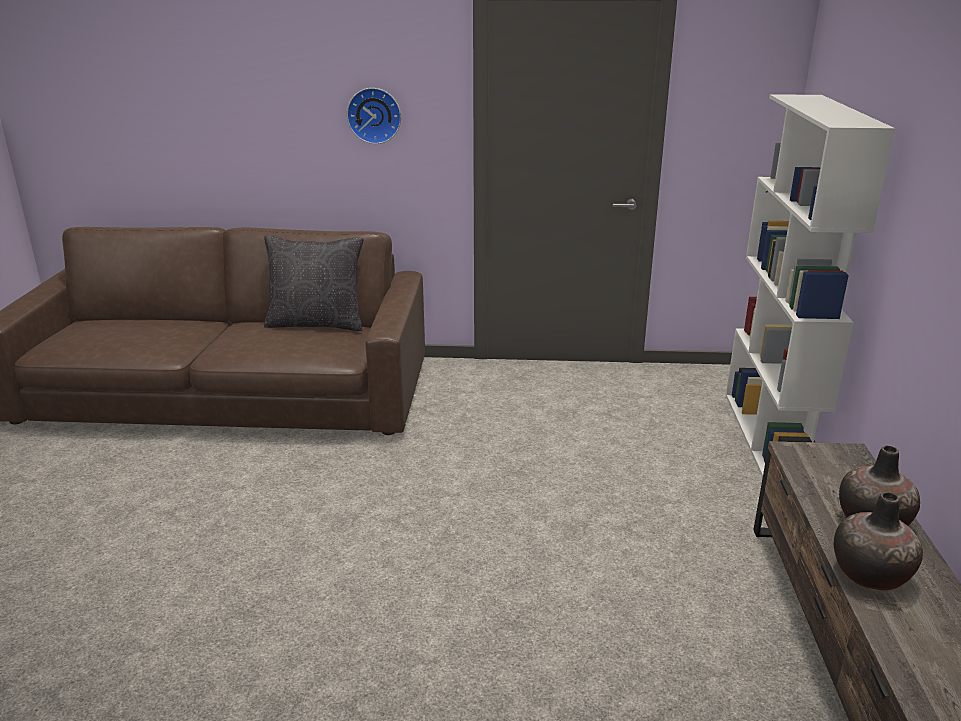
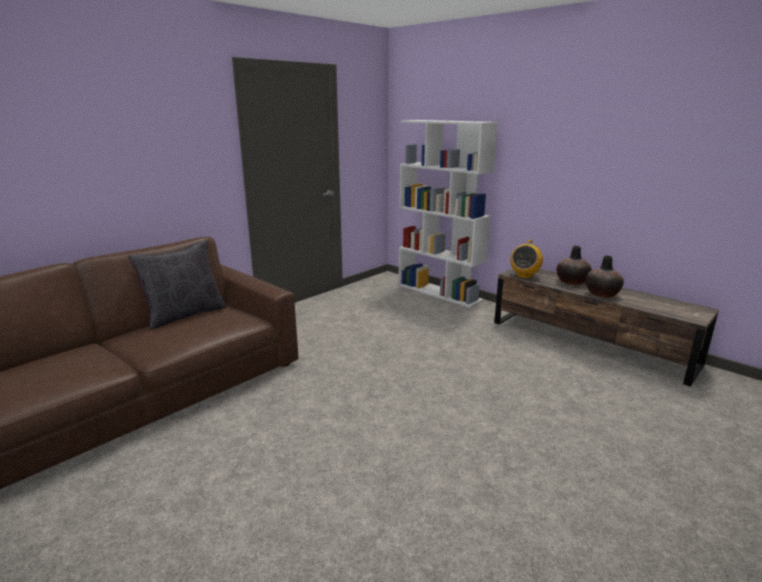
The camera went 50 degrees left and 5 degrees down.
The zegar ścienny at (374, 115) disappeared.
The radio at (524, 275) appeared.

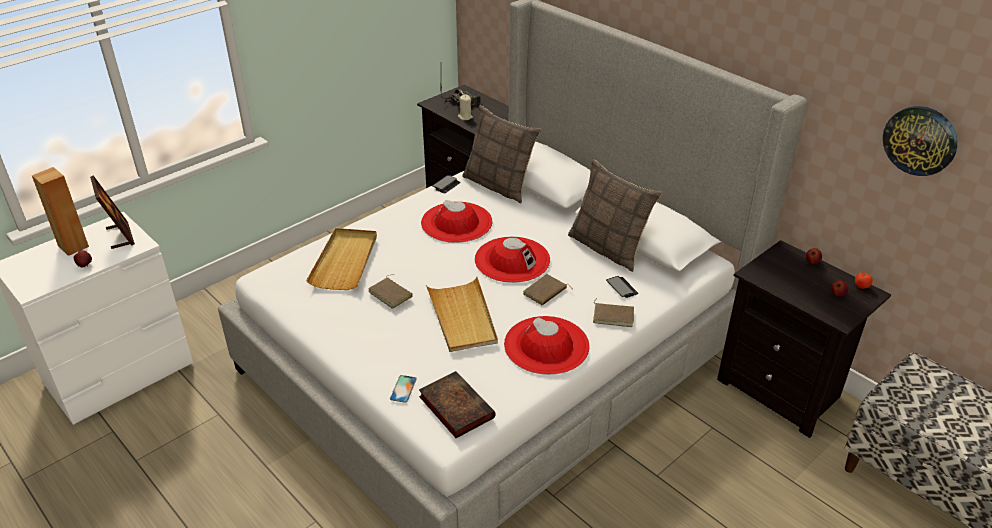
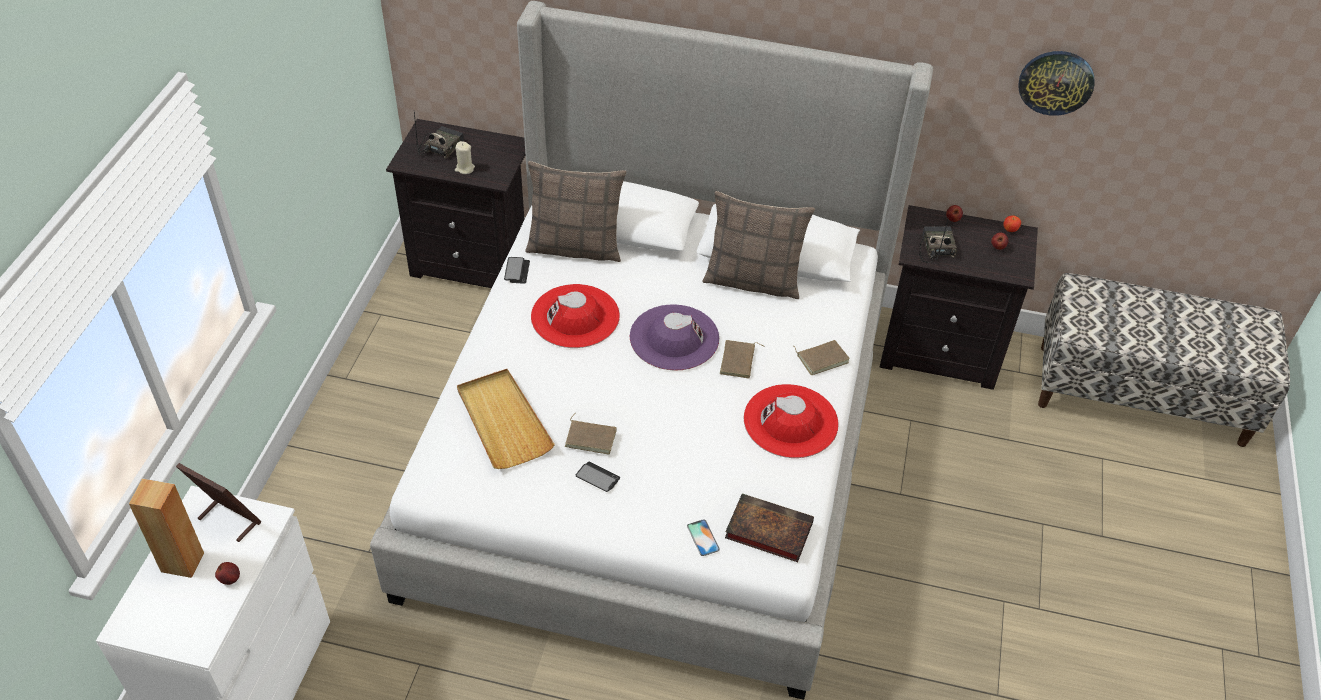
The camera went 35 degrees left and 10 degrees up.
The taca [beżowy] at (462, 317) disappeared.
The kapelusz [czerwony] at (512, 260) became the kapelusz [fioletowy] at (674, 337).
The telefon moved from (621, 287) to (597, 477).
The radio at (935, 248) appeared.

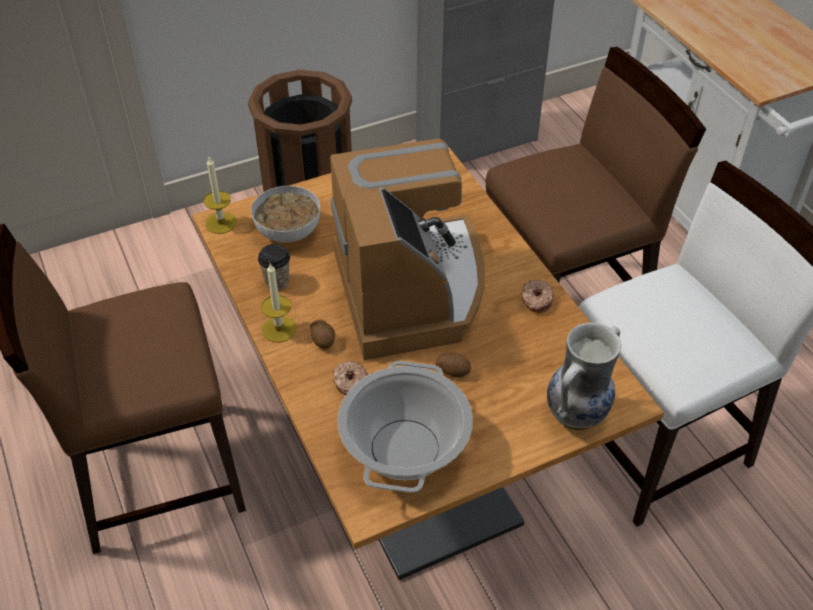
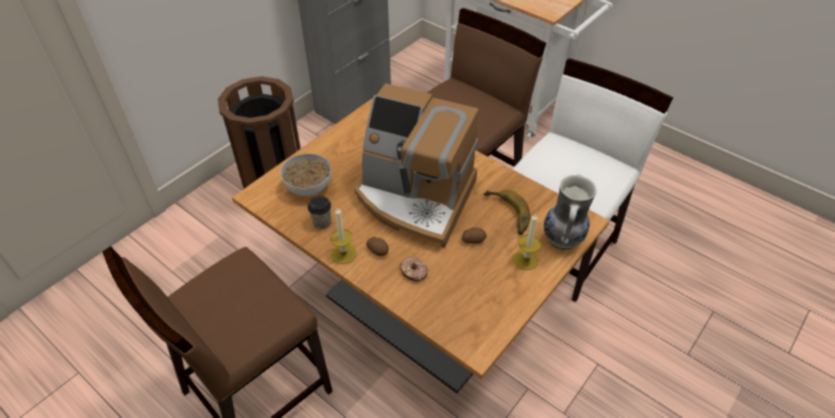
The camera went 25 degrees left and 0 degrees up.
The świeca moved from (221, 223) to (526, 259).
The ekspres do kawy at (412, 290) turned 150 degrees clockwise.
The garnek at (405, 449) disappeared.
The donut at (536, 300) disappeared.
The banan at (505, 214) appeared.

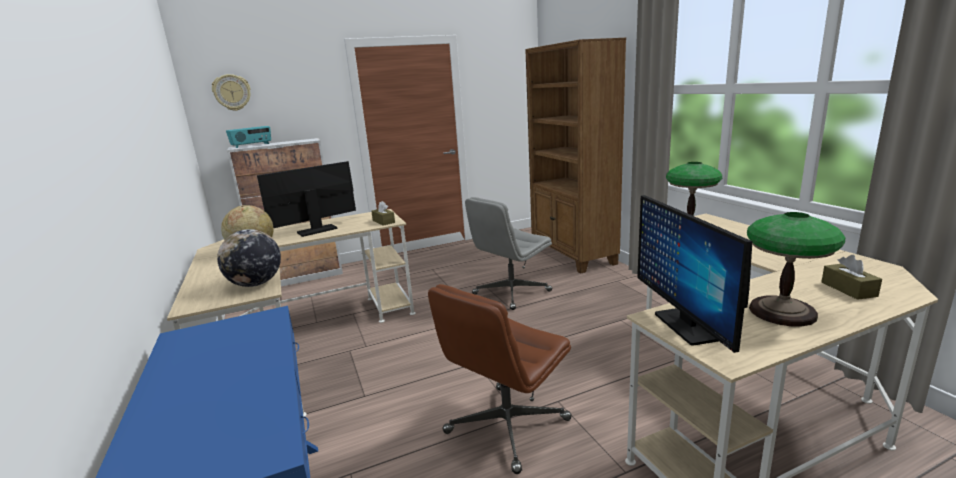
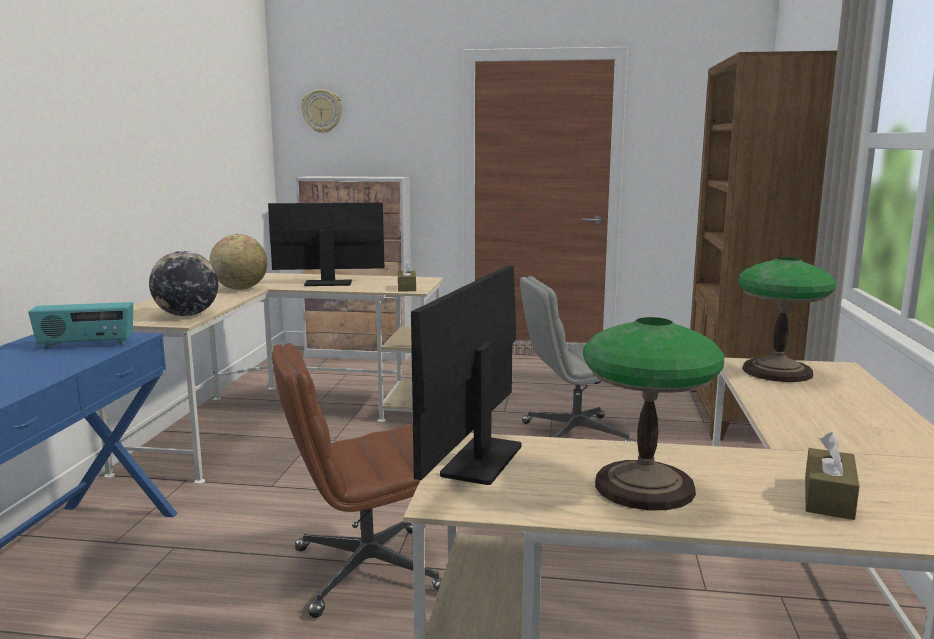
The camera went 30 degrees right and 5 degrees down.
The radio moved from (252, 145) to (86, 345).

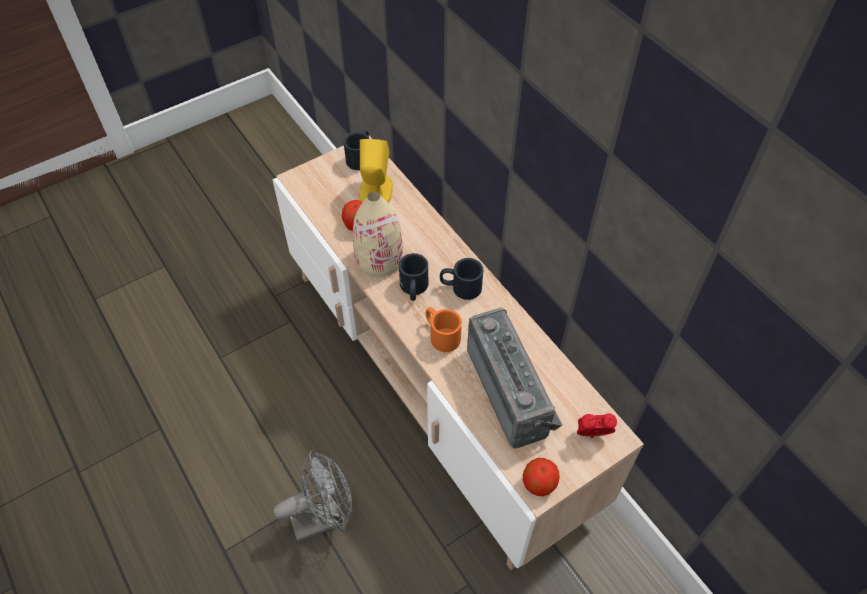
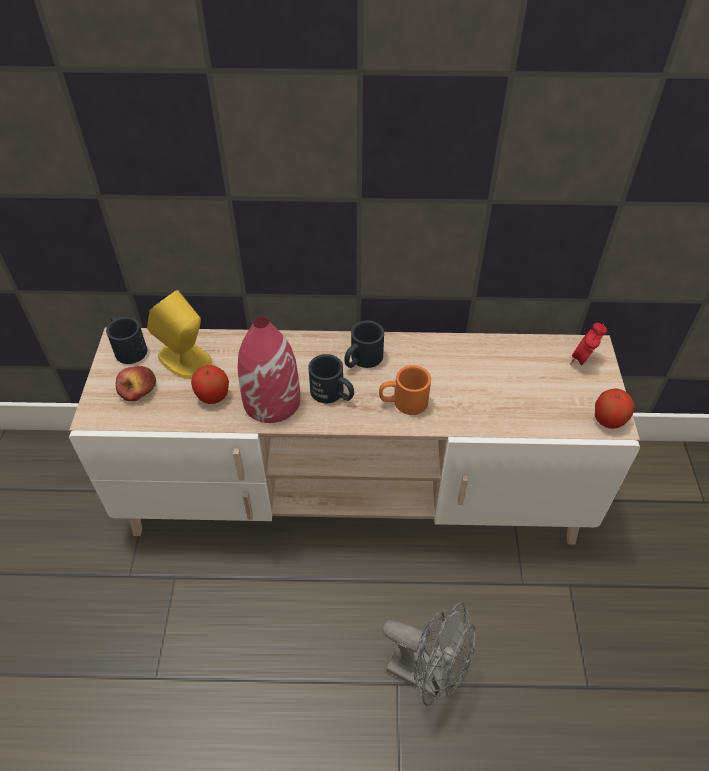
The camera went 55 degrees left and 5 degrees down.
The wentylator [szary] at (324, 517) turned 105 degrees clockwise.
The wazon [beżowy] at (379, 258) became the wazon [czerwony] at (271, 400).
The radio at (512, 390) disappeared.
The jabłko at (138, 389) appeared.

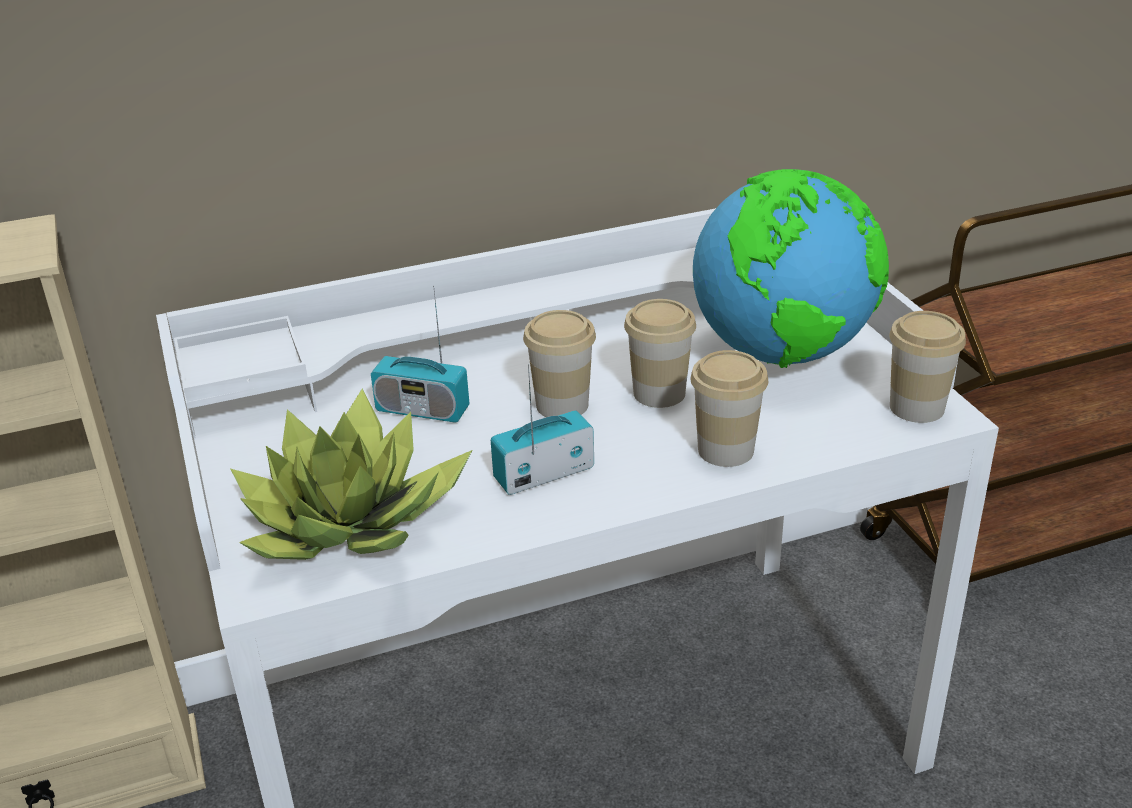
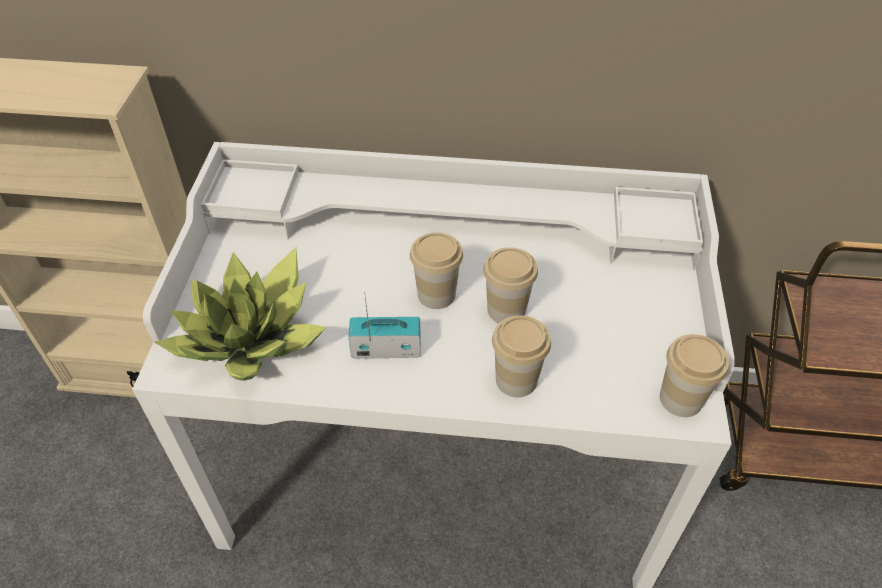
The camera went 25 degrees right and 15 degrees up.
The radio at (422, 410) disappeared.
The globus at (783, 354) disappeared.

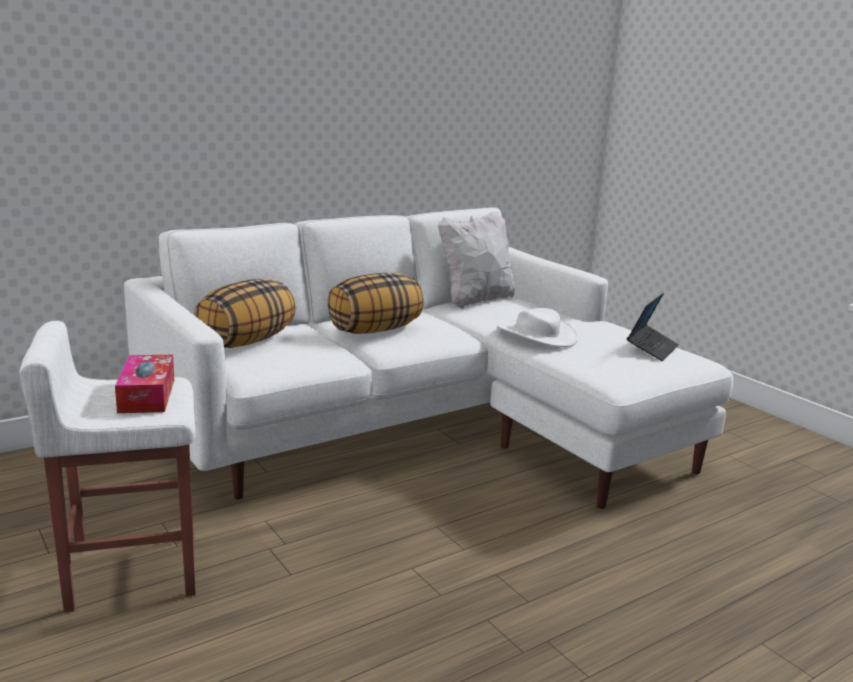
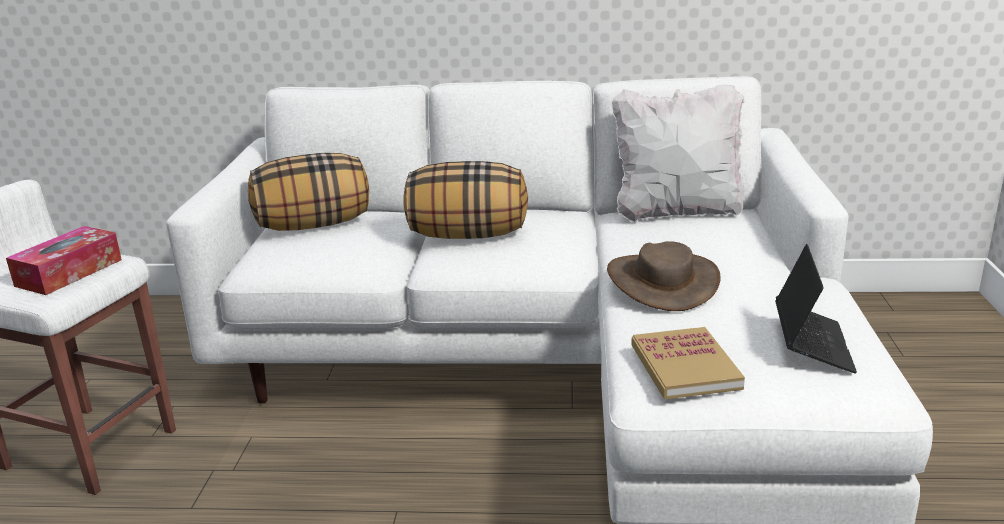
The camera went 40 degrees right and 5 degrees up.
The kapelusz [biały] at (536, 335) became the kapelusz [brązowy] at (662, 282).
The laptop at (652, 349) turned 60 degrees counterclockwise.
The książka at (684, 367) appeared.

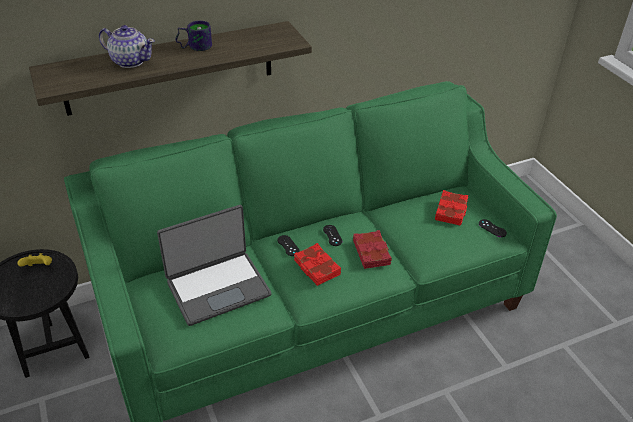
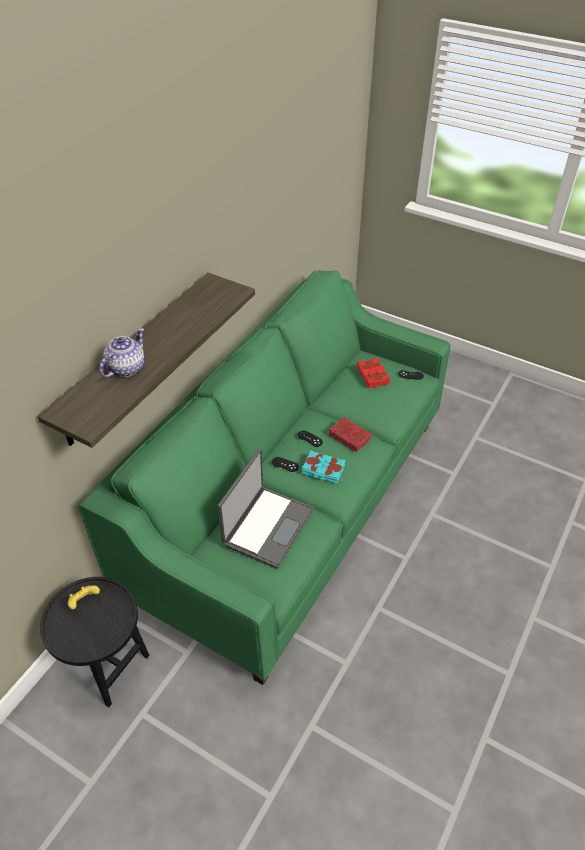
The camera went 35 degrees left and 5 degrees up.
The imbryk at (130, 61) turned 45 degrees counterclockwise.
The kubek at (194, 46) disappeared.
The książka [czerwony] at (316, 268) became the książka [turkusowy] at (323, 470).

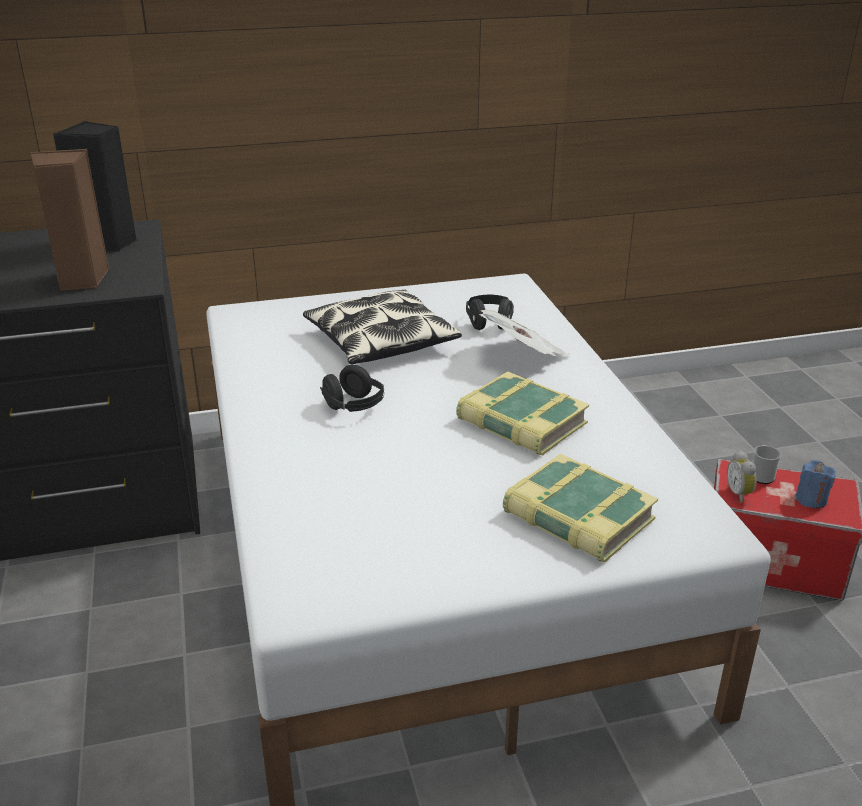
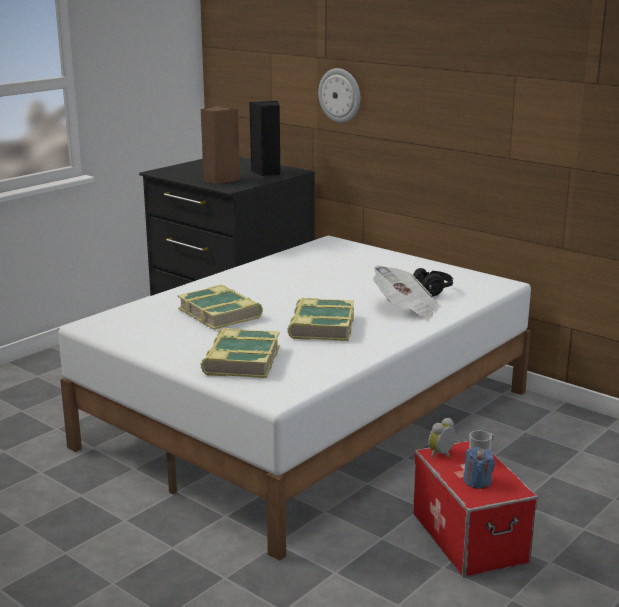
The camera went 55 degrees right and 10 degrees down.
The poduszka at (380, 341) disappeared.
The słuchawki [czarny] at (354, 407) disappeared.
The książka at (220, 313) appeared.
The zegar ścienny at (340, 95) appeared.

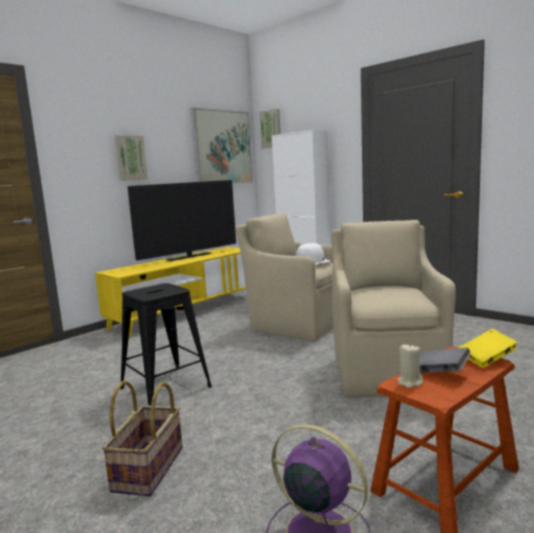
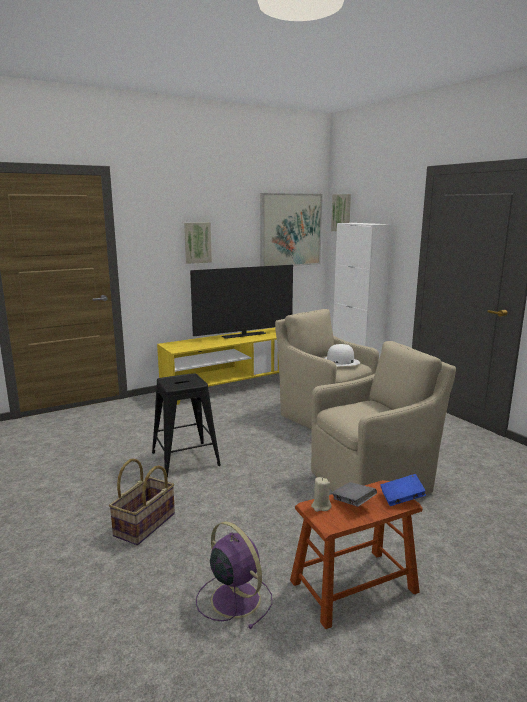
The camera went 15 degrees right and 5 degrees up.
The fotel [beżowy] at (387, 372) turned 45 degrees clockwise.
The książka [żółty] at (487, 359) became the książka [niebieski] at (401, 499).

